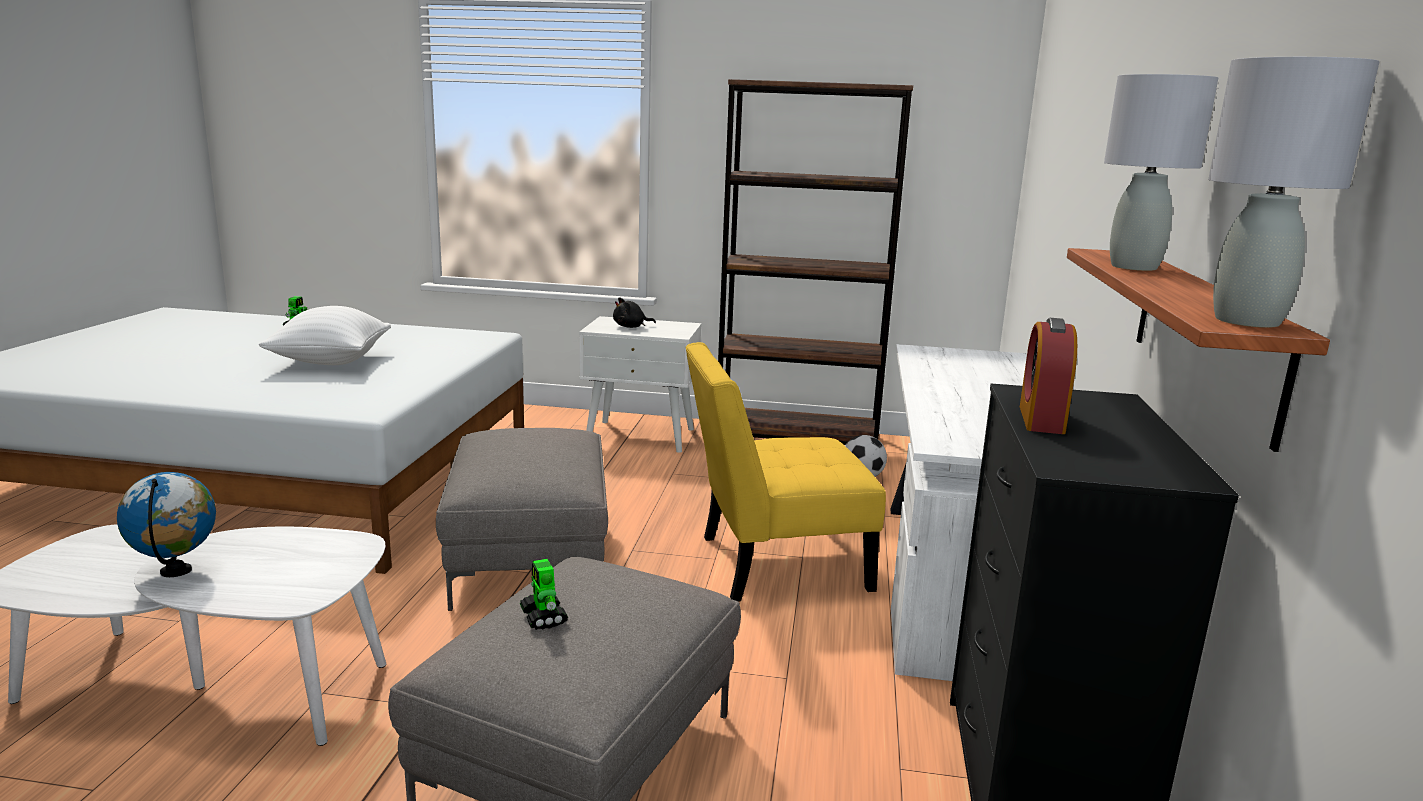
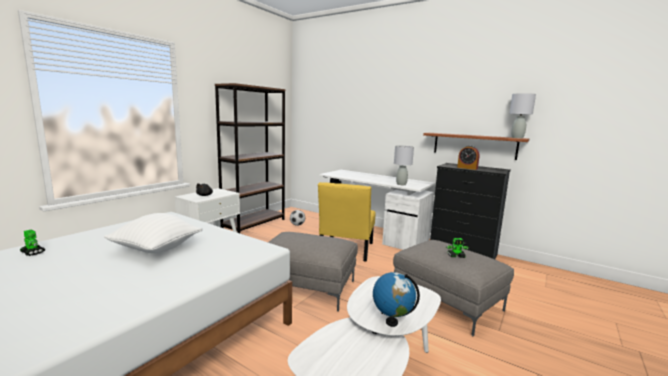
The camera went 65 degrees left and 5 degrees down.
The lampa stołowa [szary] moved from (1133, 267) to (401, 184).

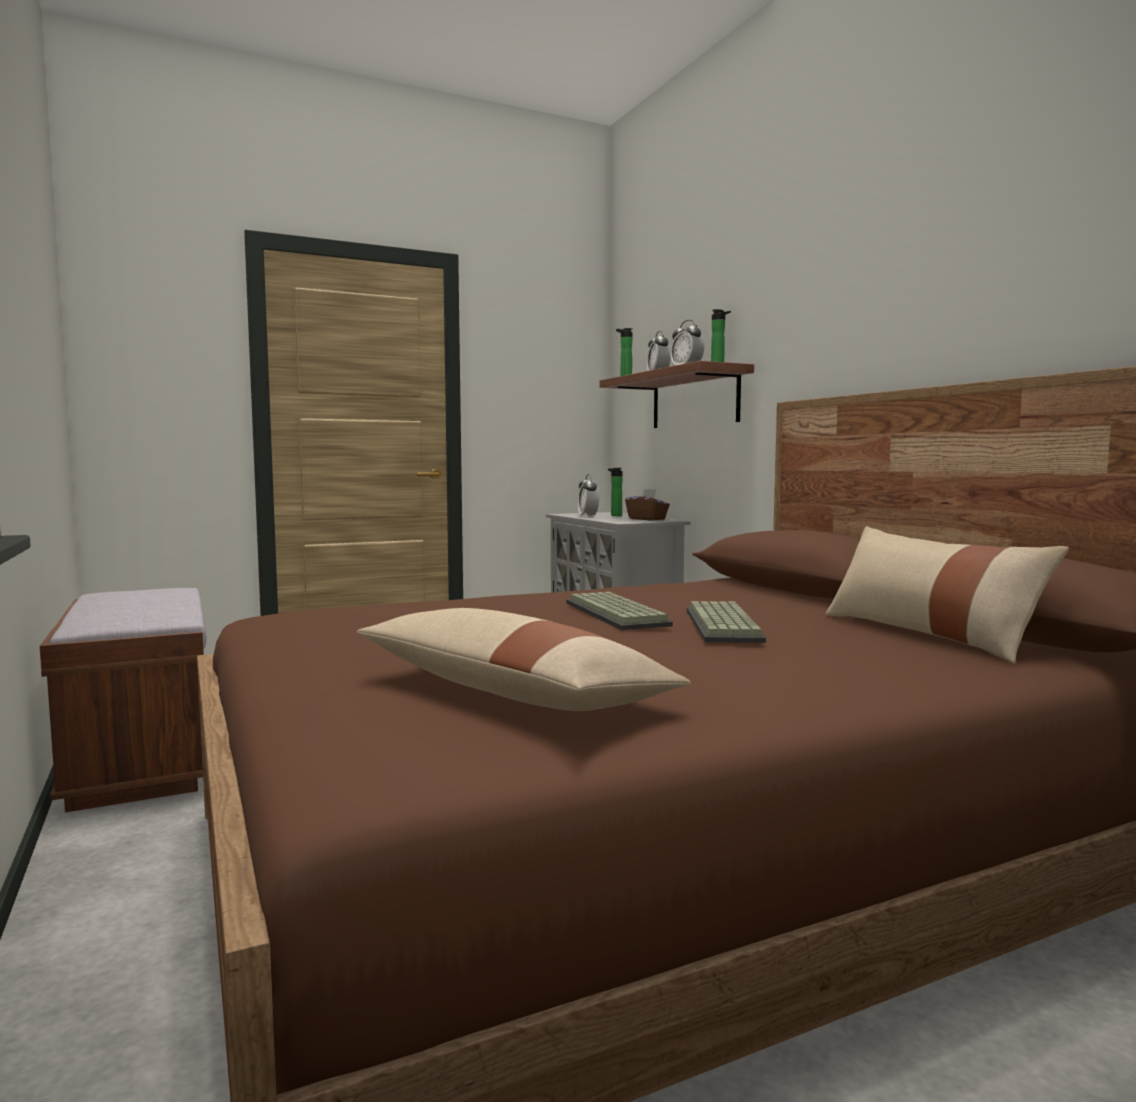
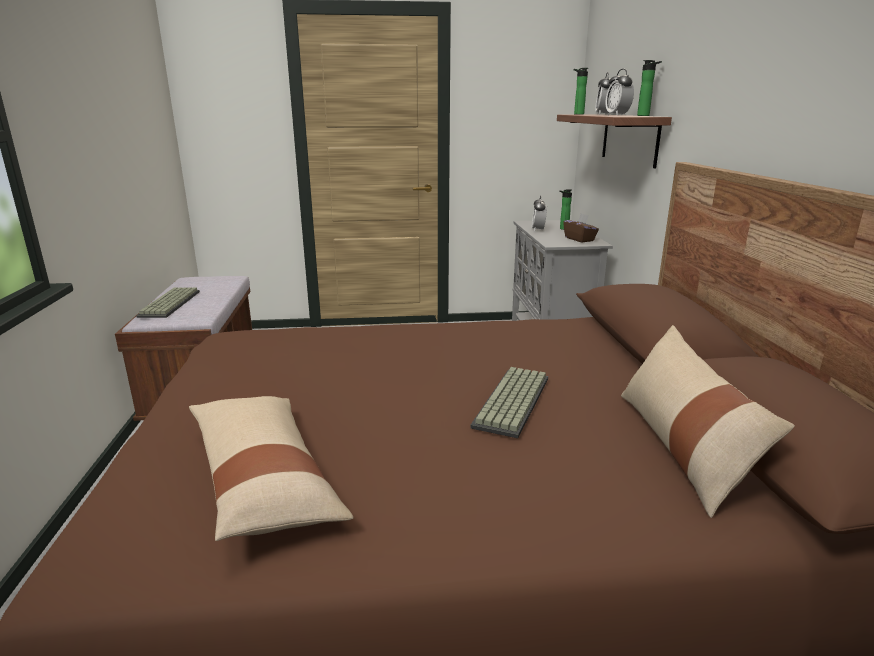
The camera went 20 degrees right and 15 degrees up.
The klawiatura moved from (618, 614) to (171, 304).

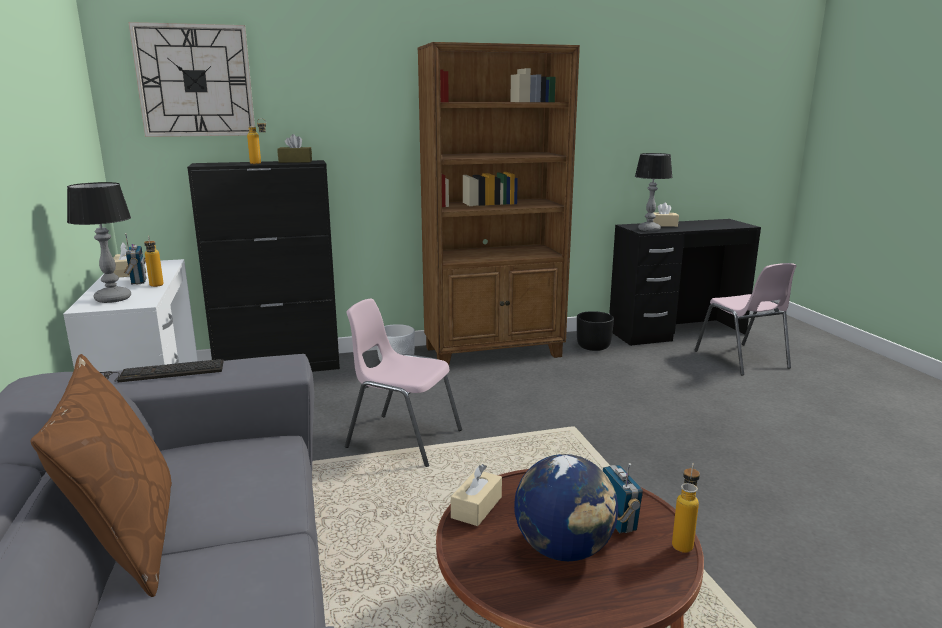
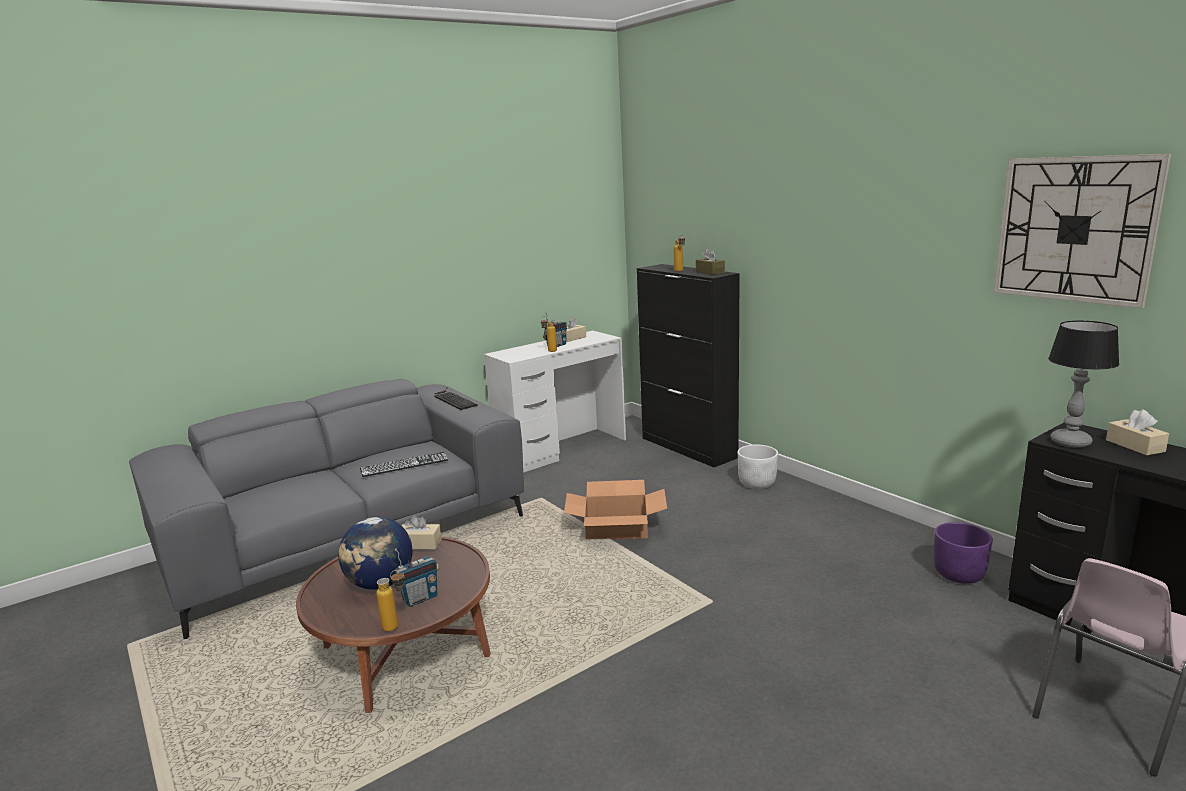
The camera went 70 degrees right and 0 degrees up.
The poduszka [brązowy] at (128, 540) disappeared.
The lampa stołowa at (113, 299) disappeared.
The zegar ścienny moved from (195, 81) to (1074, 229).
The krzesło [różowy] at (402, 438) was replaced by the karton at (616, 528).
The regał [brązowy] at (494, 352) disappeared.
The donica [czarny] at (593, 346) became the donica [fioletowy] at (959, 574).
The klawiatura at (404, 464) appeared.

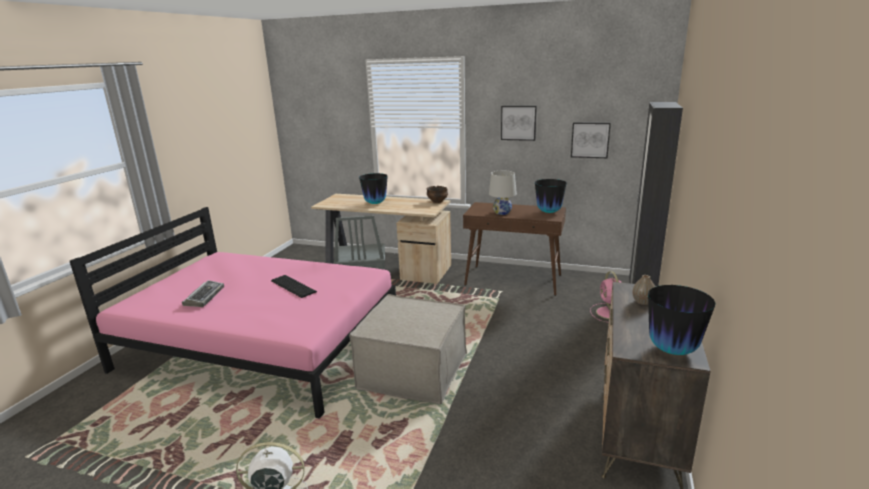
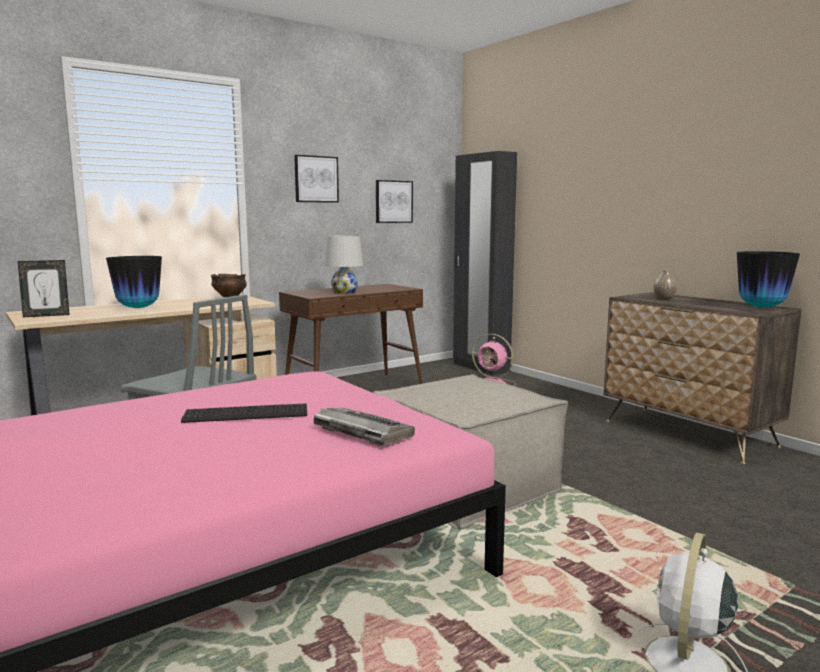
The camera went 55 degrees left and 10 degrees down.
The klawiatura moved from (204, 297) to (362, 432).
The wazon at (549, 212) disappeared.
The ramka na zdjęcie at (46, 315) appeared.

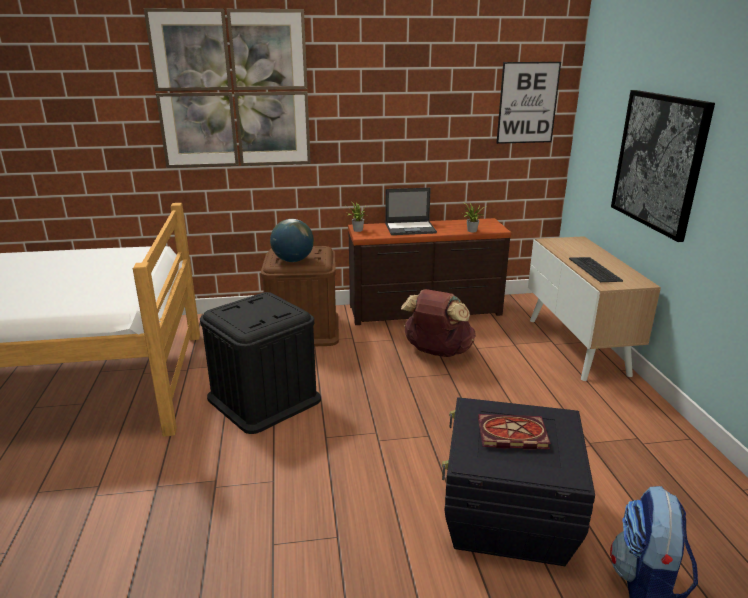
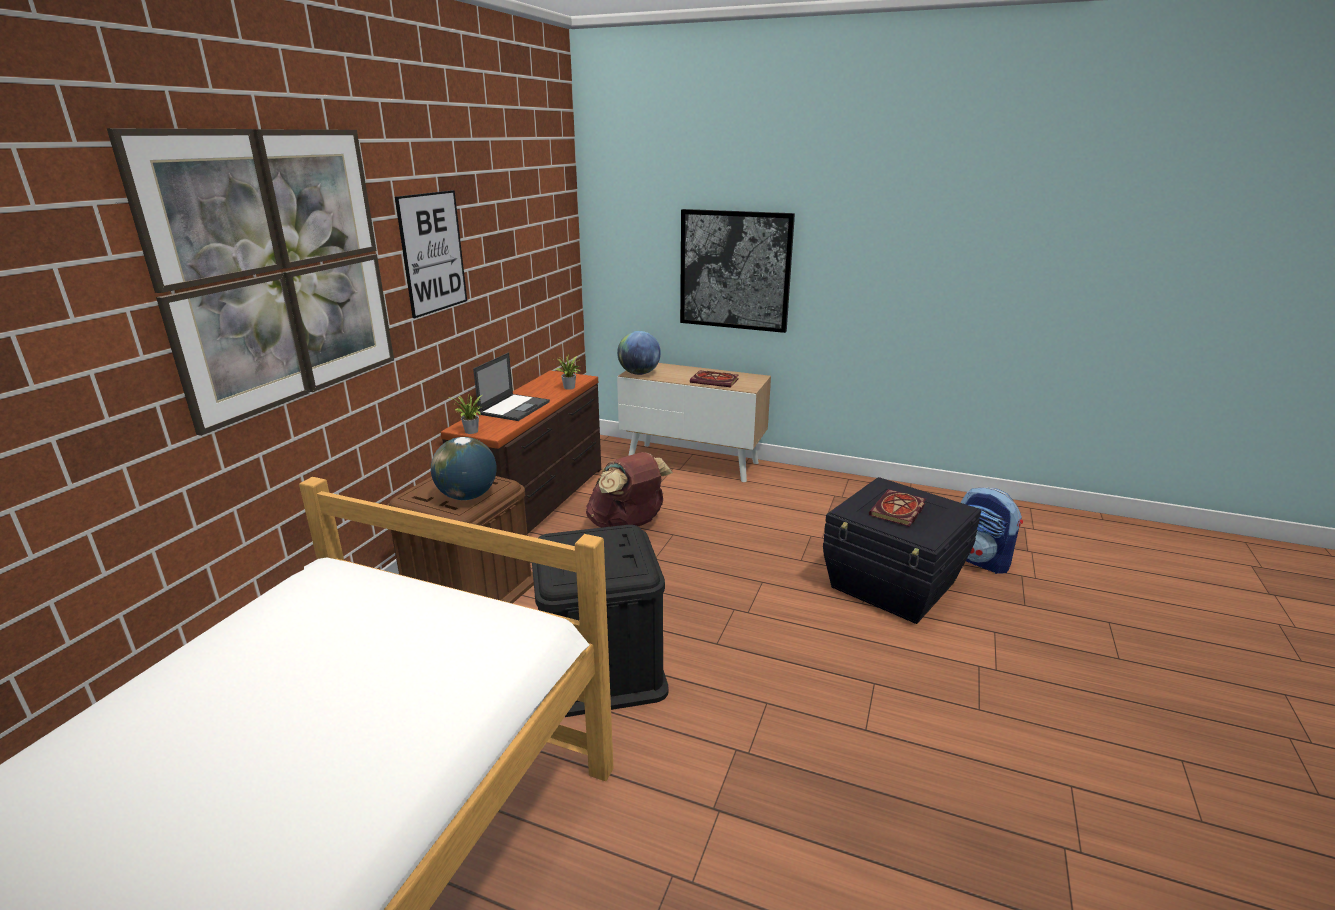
The camera went 60 degrees left and 0 degrees up.
The obraz moved from (527, 103) to (432, 253).
The klawiatura at (595, 270) was replaced by the książka at (715, 381).
The globus at (639, 373) appeared.

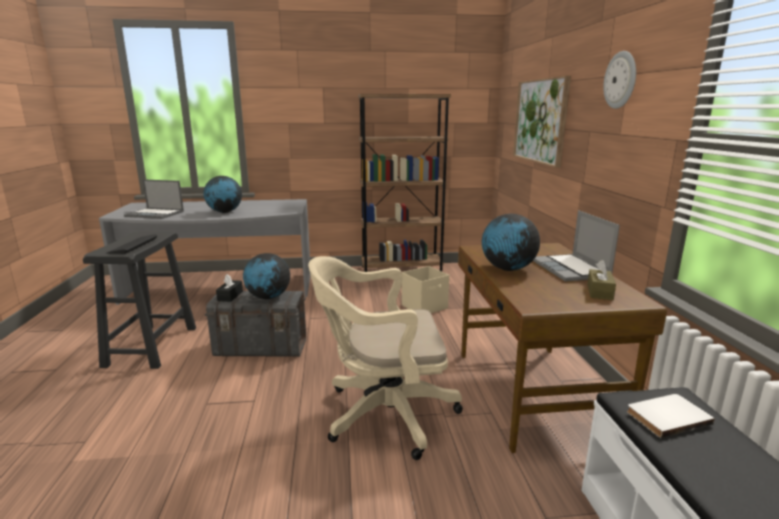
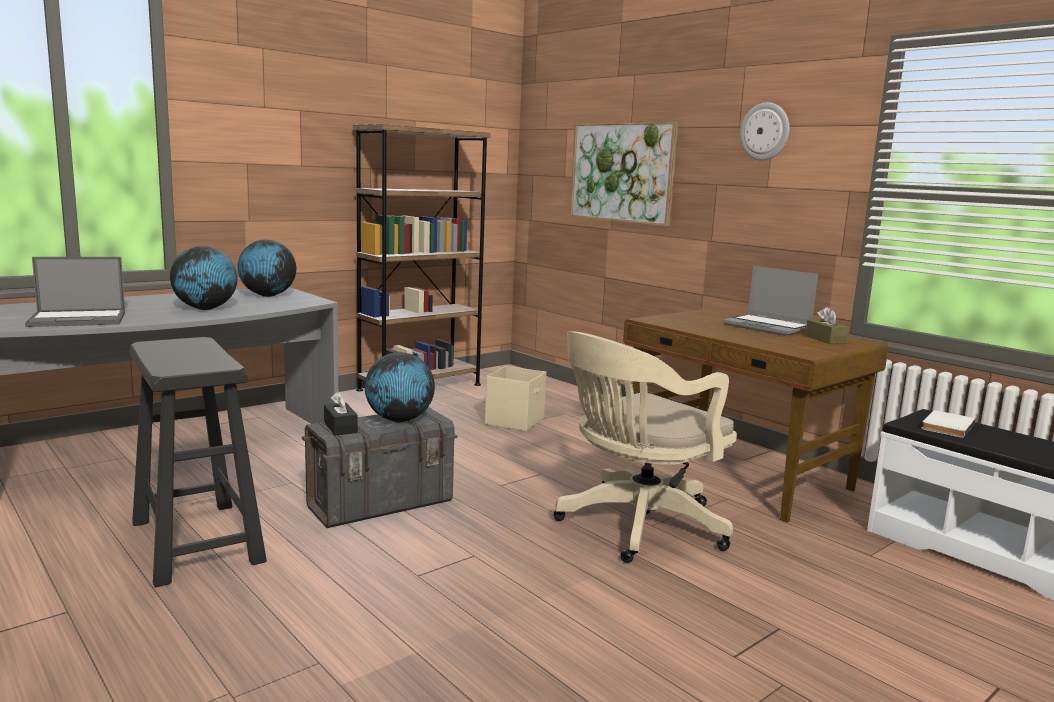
The camera went 35 degrees left and 5 degrees down.
The klawiatura at (133, 245) disappeared.
The globus moved from (507, 269) to (267, 295).

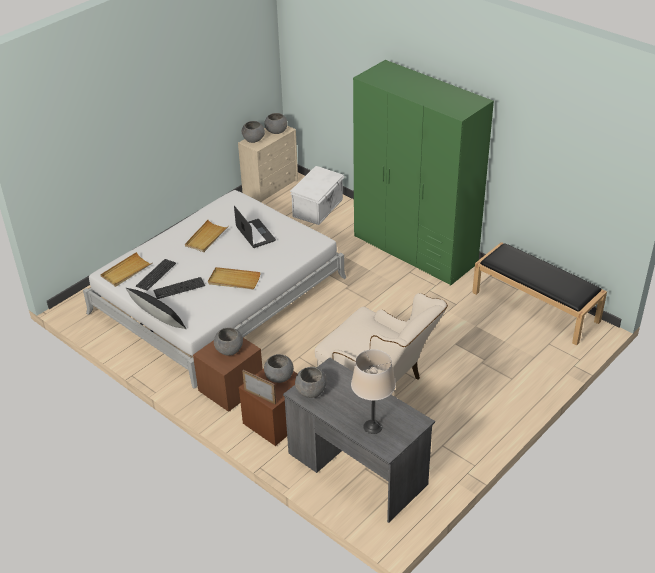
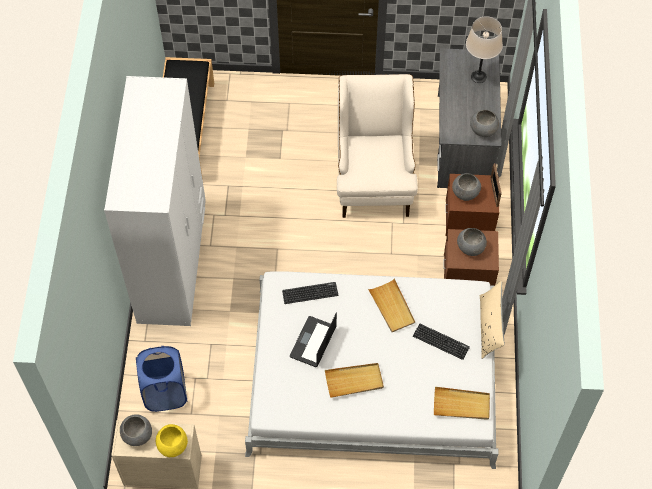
The camera went 130 degrees left and 20 degrees up.
The poduszka [czarny] at (157, 319) became the poduszka [beżowy] at (489, 326).
The klawiatura moved from (156, 275) to (310, 293).
The miska [szary] at (253, 140) became the miska [żółty] at (172, 446).
The pojemnik do przechowywania [biały] at (318, 208) was replaced by the kosz na pranie [niebieski] at (165, 393).
The szafa [zielony] at (415, 250) became the szafa [biały] at (172, 261).

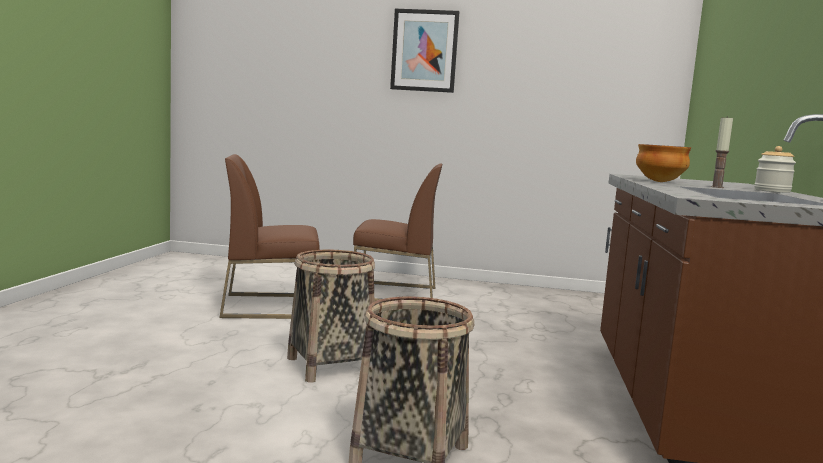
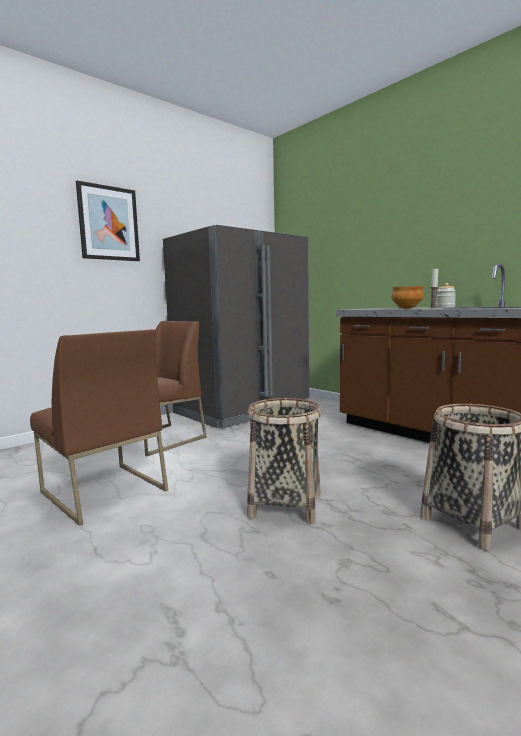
The camera went 50 degrees left and 0 degrees up.
The krzesło [brązowy] at (270, 306) turned 75 degrees counterclockwise.
The lodówka [szary] at (242, 410) appeared.

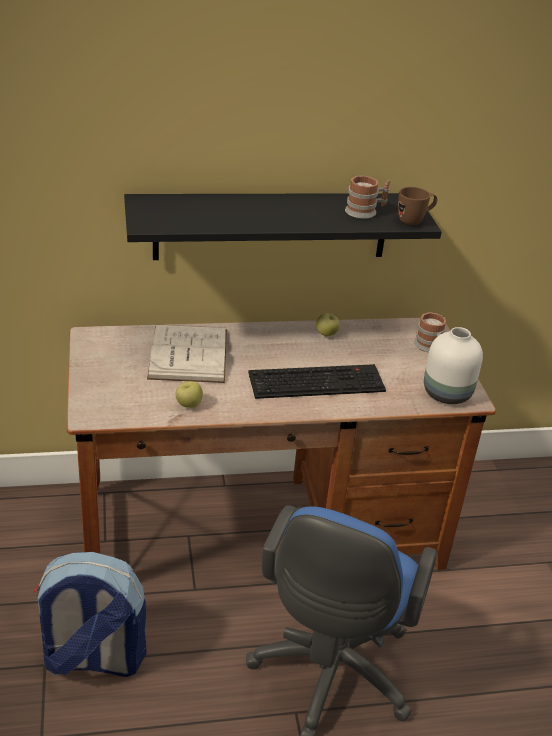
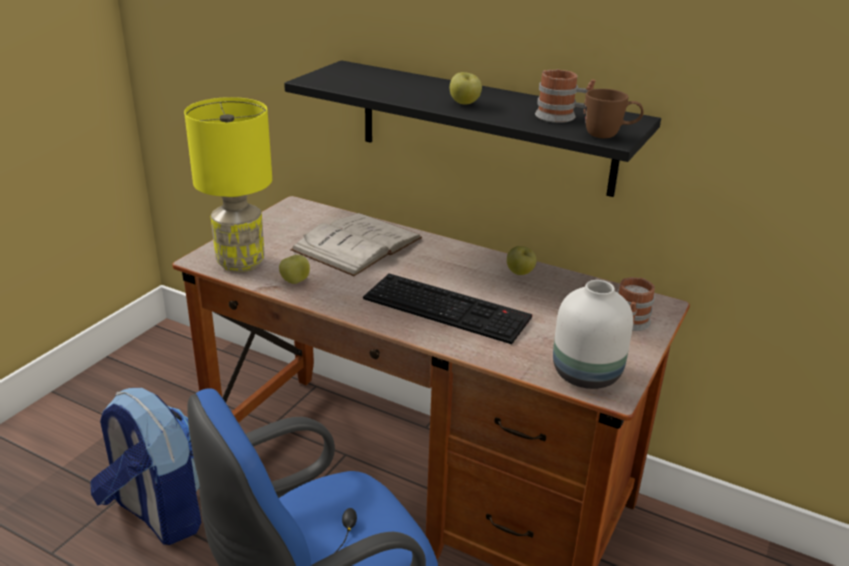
The camera went 40 degrees right and 5 degrees down.
The lampa stołowa [żółty] at (240, 263) appeared.
The jabłko at (464, 104) appeared.

